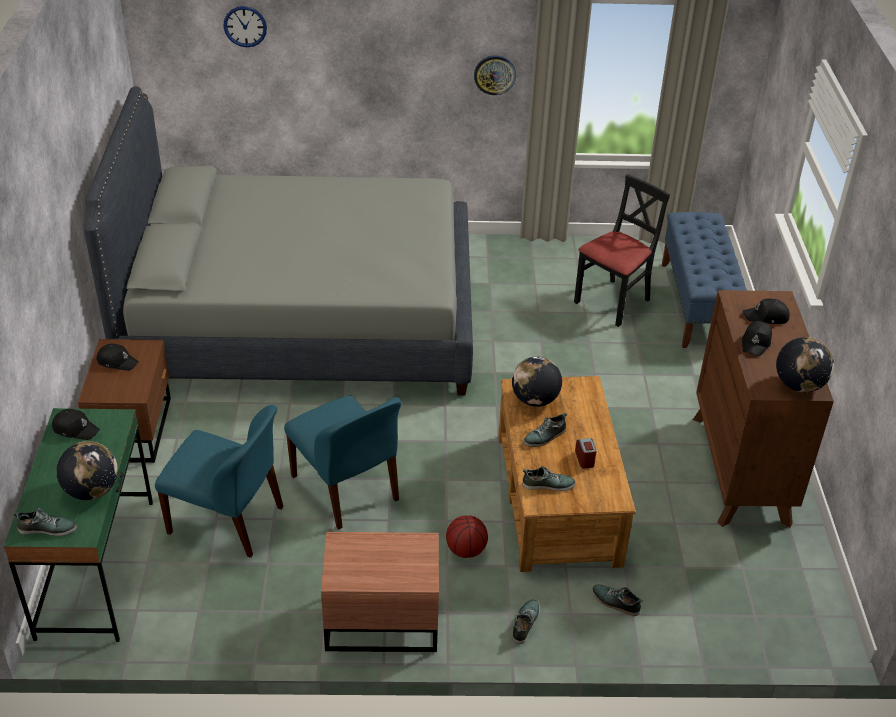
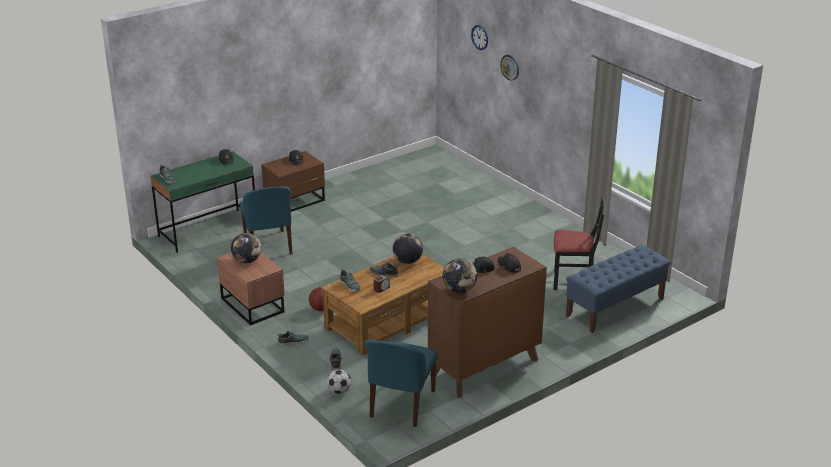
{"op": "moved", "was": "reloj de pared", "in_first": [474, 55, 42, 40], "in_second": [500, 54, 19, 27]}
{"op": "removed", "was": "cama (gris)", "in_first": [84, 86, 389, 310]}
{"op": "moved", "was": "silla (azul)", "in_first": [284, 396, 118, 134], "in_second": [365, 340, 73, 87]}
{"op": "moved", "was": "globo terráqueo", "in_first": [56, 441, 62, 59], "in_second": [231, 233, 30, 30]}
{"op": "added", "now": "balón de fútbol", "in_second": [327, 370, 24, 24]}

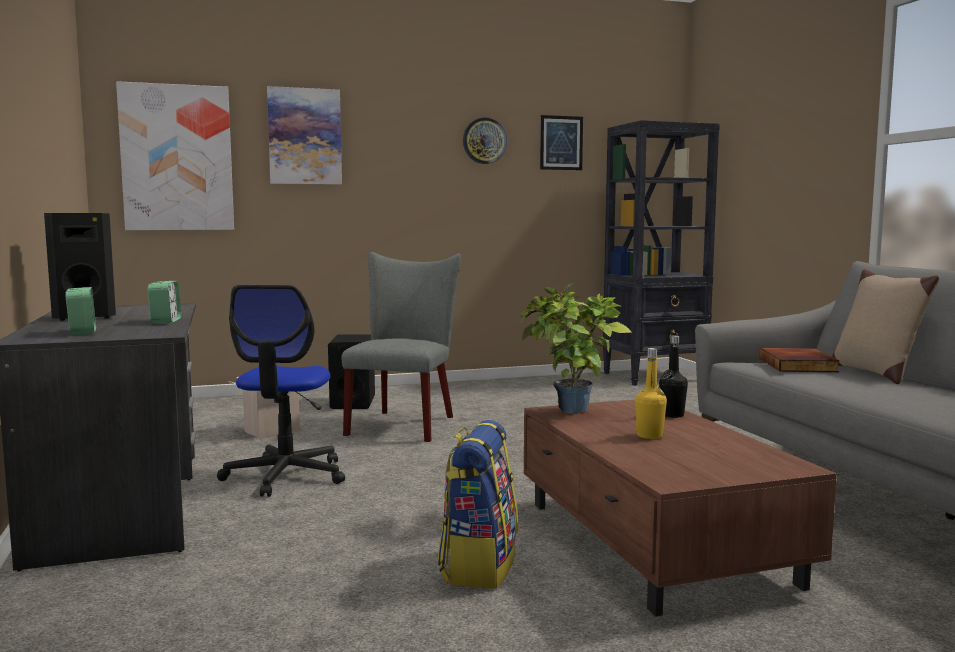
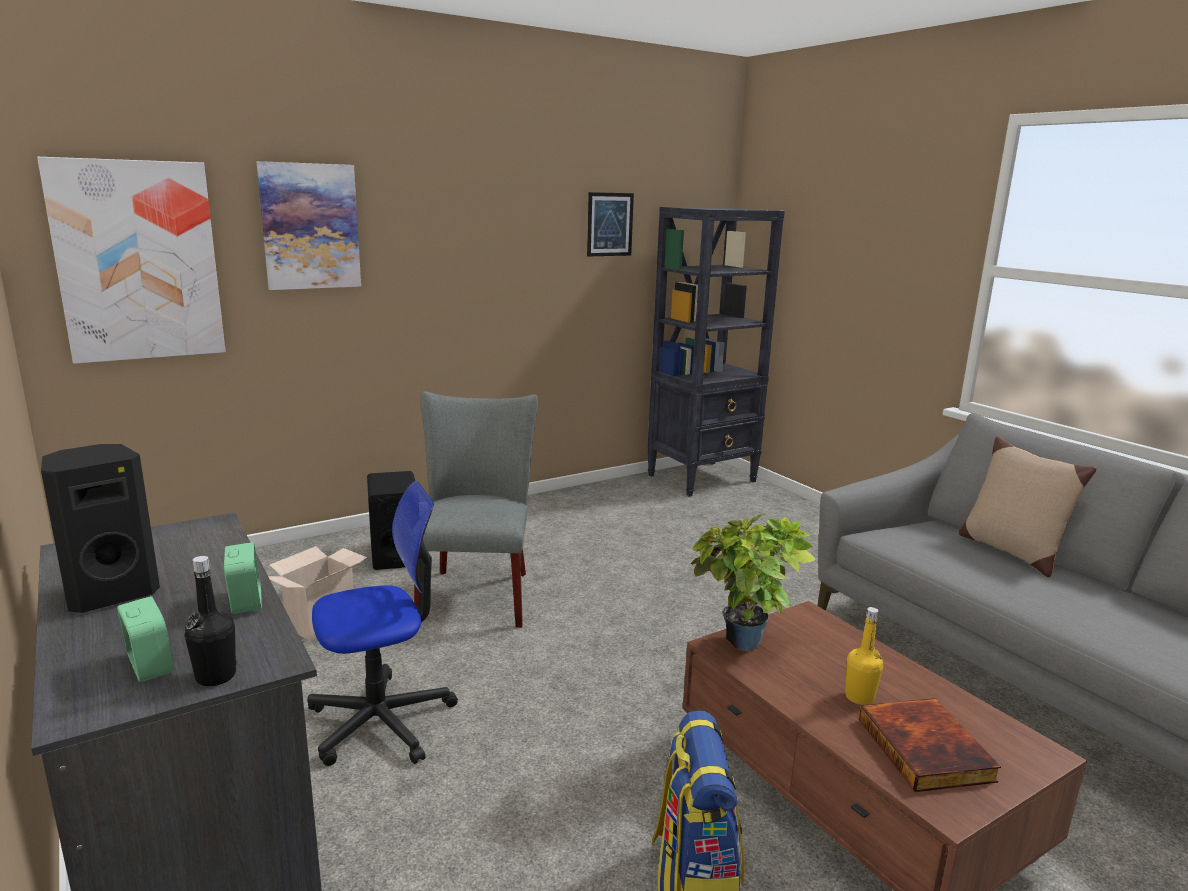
{"op": "removed", "was": "reloj de pared", "in_first": [463, 117, 44, 47]}
{"op": "turned", "was": "silla de oficina", "in_first": [217, 285, 128, 212], "in_second": [307, 481, 151, 285], "clockwise": -105}
{"op": "moved", "was": "botella (negro)", "in_first": [659, 335, 29, 83], "in_second": [184, 556, 52, 130]}
{"op": "moved", "was": "libro", "in_first": [760, 348, 80, 24], "in_second": [859, 698, 142, 94]}

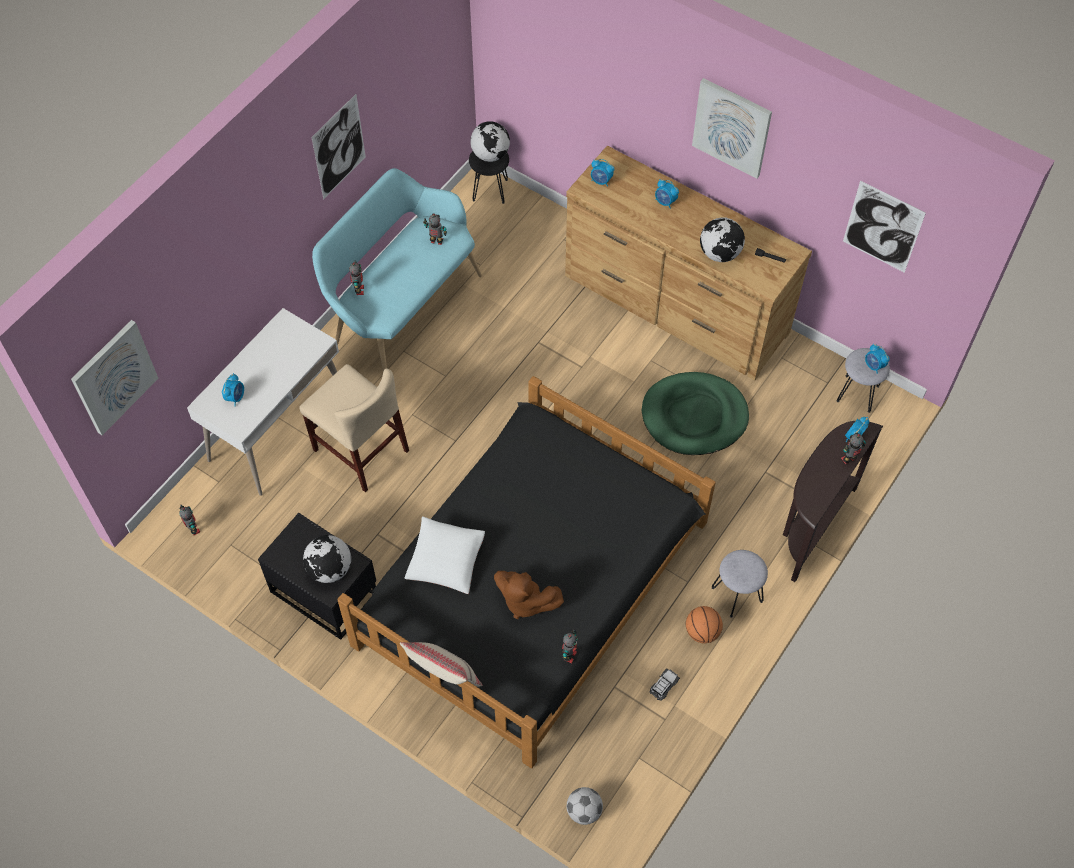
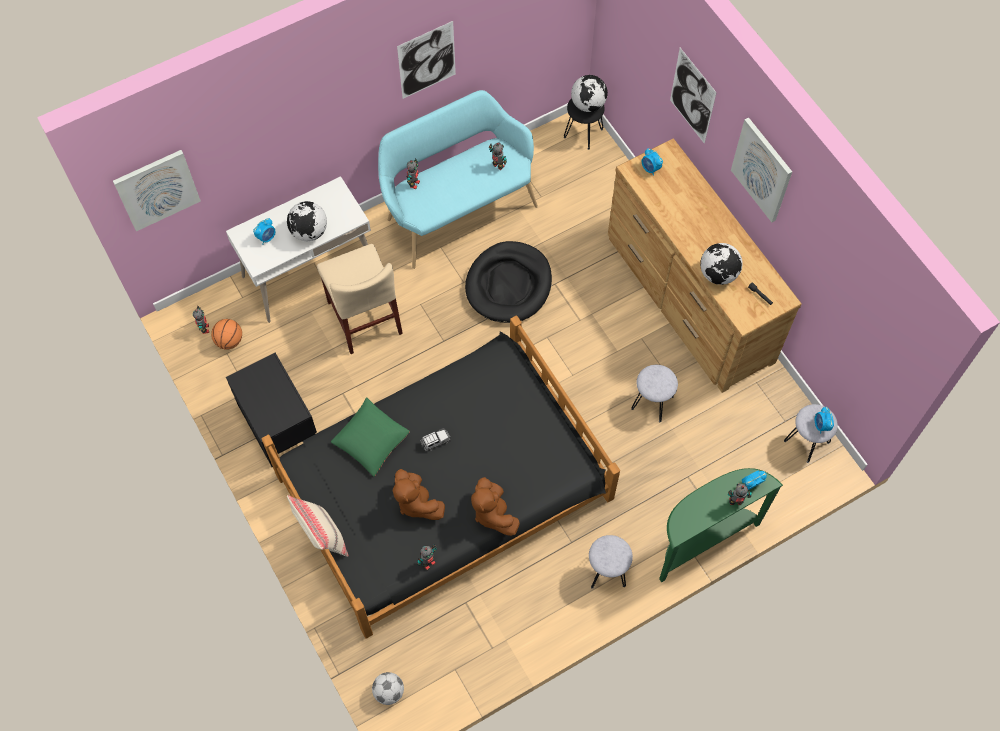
{"op": "removed", "was": "despertador", "in_first": [655, 179, 24, 30]}
{"op": "moved", "was": "cuadro", "in_first": [843, 180, 83, 93], "in_second": [670, 48, 47, 96]}
{"op": "replaced", "was": "cama para perro (verde)", "now": "taburete (gris)", "in_first": [642, 372, 107, 83], "in_second": [631, 365, 47, 57]}
{"op": "recoloured", "was": "mesa consola (marrón)", "now": "mesa consola (verde)", "in_first": [783, 421, 100, 161], "in_second": [659, 468, 124, 114]}
{"op": "recoloured", "was": "cojín (blanco)", "now": "cojín (verde)", "in_first": [404, 517, 81, 77], "in_second": [331, 397, 79, 80]}
{"op": "moved", "was": "globo terráqueo", "in_first": [303, 535, 48, 48], "in_second": [287, 201, 40, 40]}
{"op": "moved", "was": "balón de baloncesto", "in_first": [686, 606, 37, 38], "in_second": [211, 319, 31, 31]}
{"op": "moved", "was": "coche de juguete", "in_first": [649, 668, 31, 33], "in_second": [421, 428, 30, 23]}
{"op": "added", "now": "cama para perro (negro)", "in_second": [465, 241, 87, 82]}
{"op": "added", "now": "peluche (marrón)", "in_second": [471, 477, 49, 59]}

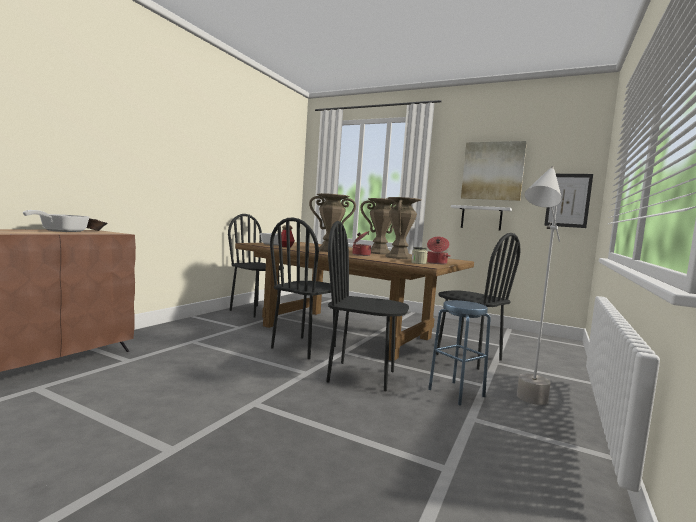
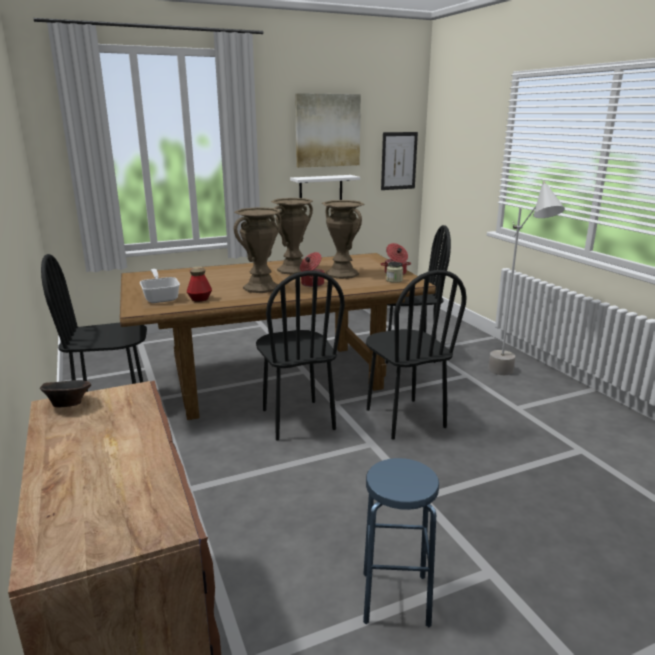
{"op": "removed", "was": "sartén", "in_first": [23, 210, 67, 22]}
{"op": "turned", "was": "silla (negro)", "in_first": [326, 221, 83, 170], "in_second": [366, 270, 101, 170], "clockwise": -75}
{"op": "moved", "was": "taburete (azul)", "in_first": [428, 300, 63, 105], "in_second": [363, 458, 76, 170]}

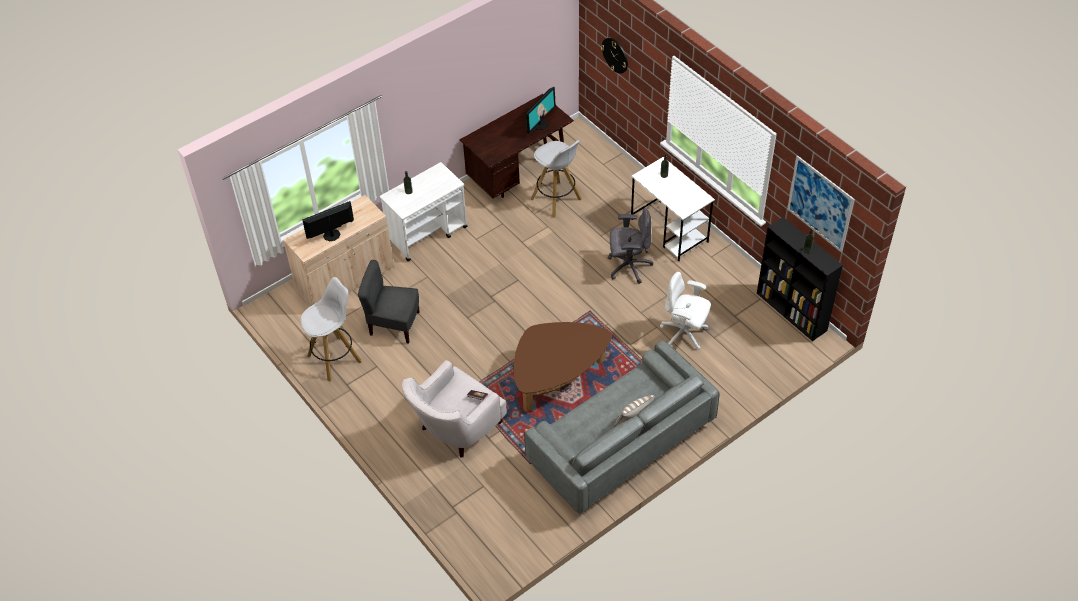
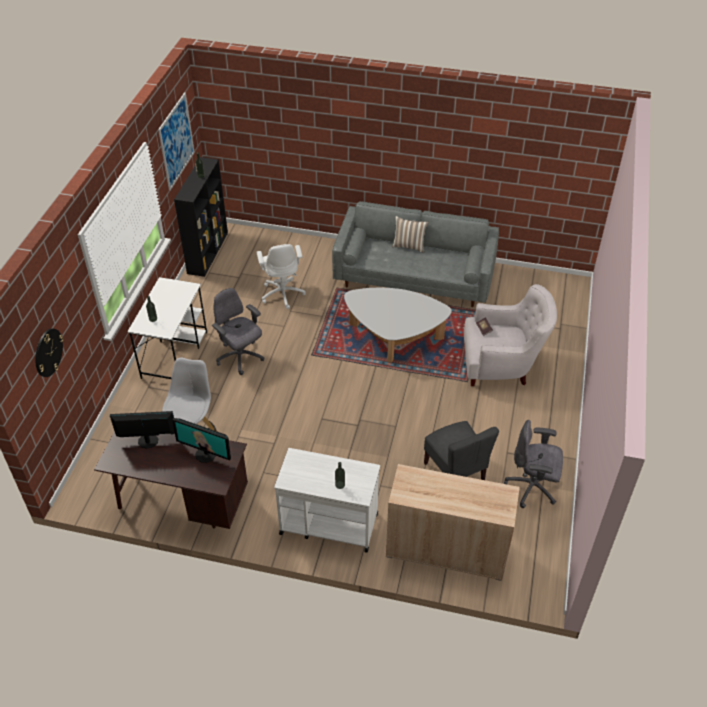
{"op": "moved", "was": "monitor", "in_first": [302, 201, 52, 40], "in_second": [172, 418, 59, 45]}
{"op": "replaced", "was": "taburete (blanco)", "now": "silla de oficina (gris)", "in_first": [301, 277, 61, 105], "in_second": [504, 420, 59, 88]}
{"op": "recoloured", "was": "mesa de centro (marrón)", "now": "mesa de centro (blanco)", "in_first": [513, 322, 99, 90], "in_second": [344, 288, 108, 75]}

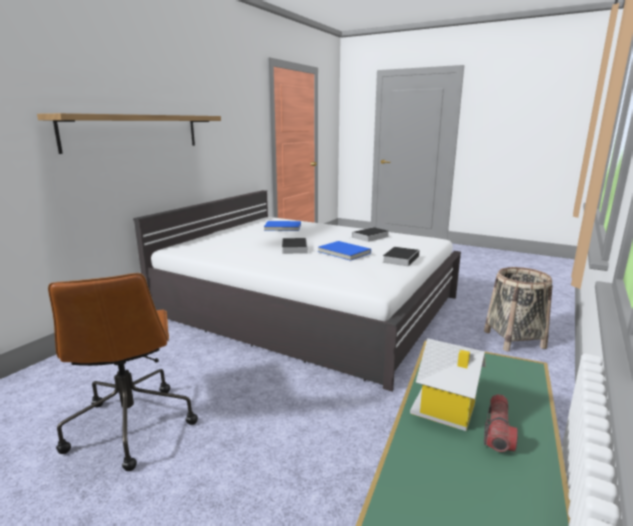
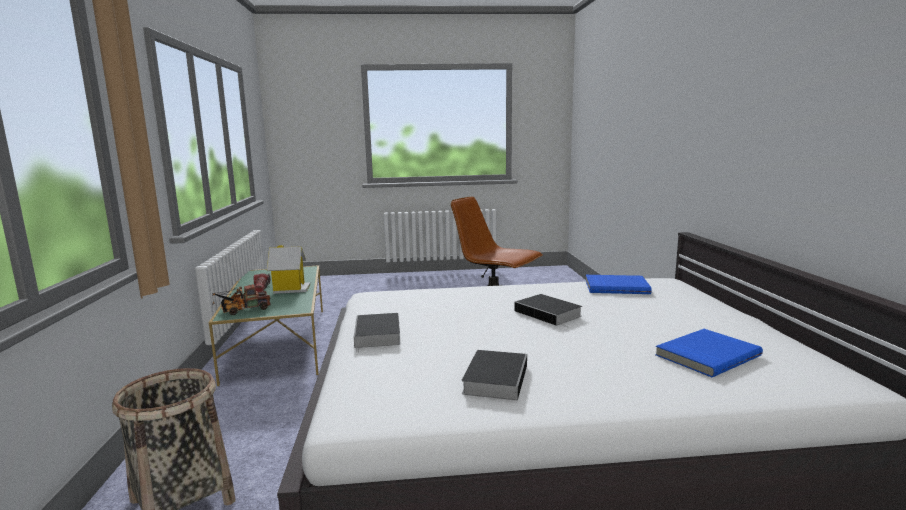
{"op": "removed", "was": "estante", "in_first": [37, 113, 184, 41]}
{"op": "moved", "was": "libro (azul)", "in_first": [318, 241, 53, 20], "in_second": [586, 275, 66, 19]}
{"op": "added", "now": "camión de juguete", "in_second": [212, 284, 59, 31]}

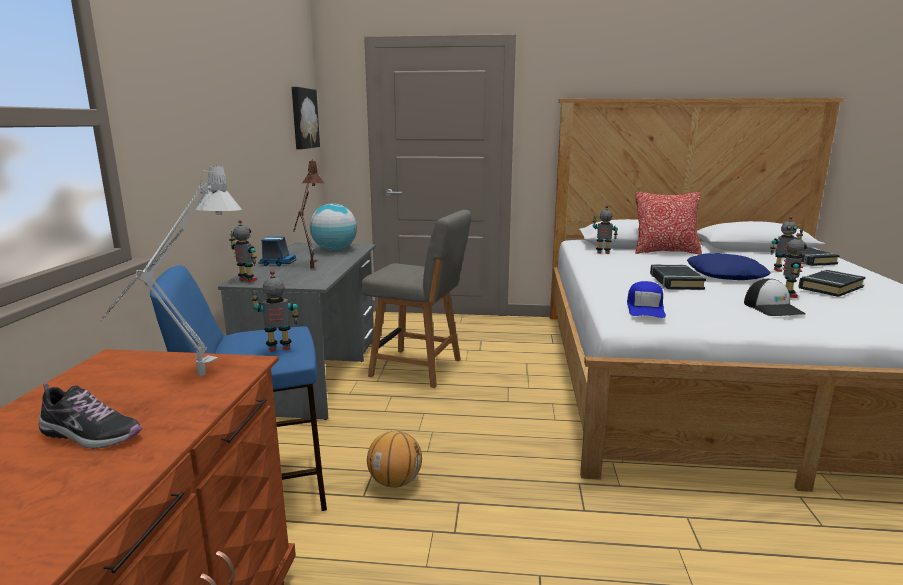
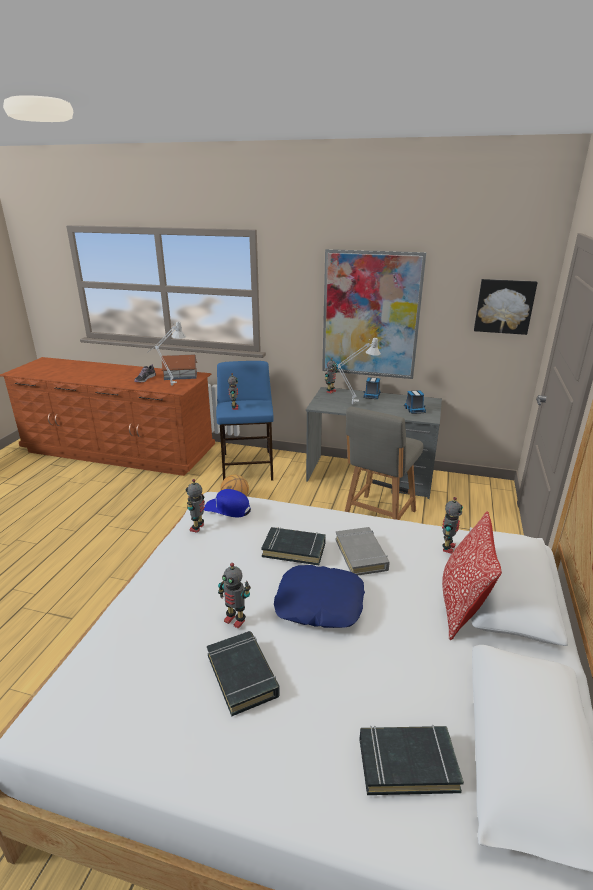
{"op": "recoloured", "was": "lámpara de mesa (marrón)", "now": "lámpara de mesa (gris)", "in_first": [293, 159, 31, 110], "in_second": [324, 337, 57, 67]}
{"op": "replaced", "was": "globo terráqueo", "now": "camión de juguete", "in_first": [309, 203, 48, 48], "in_second": [404, 390, 22, 24]}
{"op": "moved", "was": "robot de juguete", "in_first": [770, 216, 33, 56], "in_second": [186, 479, 19, 54]}
{"op": "removed", "was": "gorra", "in_first": [744, 278, 62, 38]}
{"op": "added", "now": "cuadro", "in_second": [322, 249, 104, 130]}
{"op": "added", "now": "casita", "in_second": [162, 354, 35, 26]}
{"op": "added", "now": "libro (gris)", "in_second": [335, 527, 55, 48]}

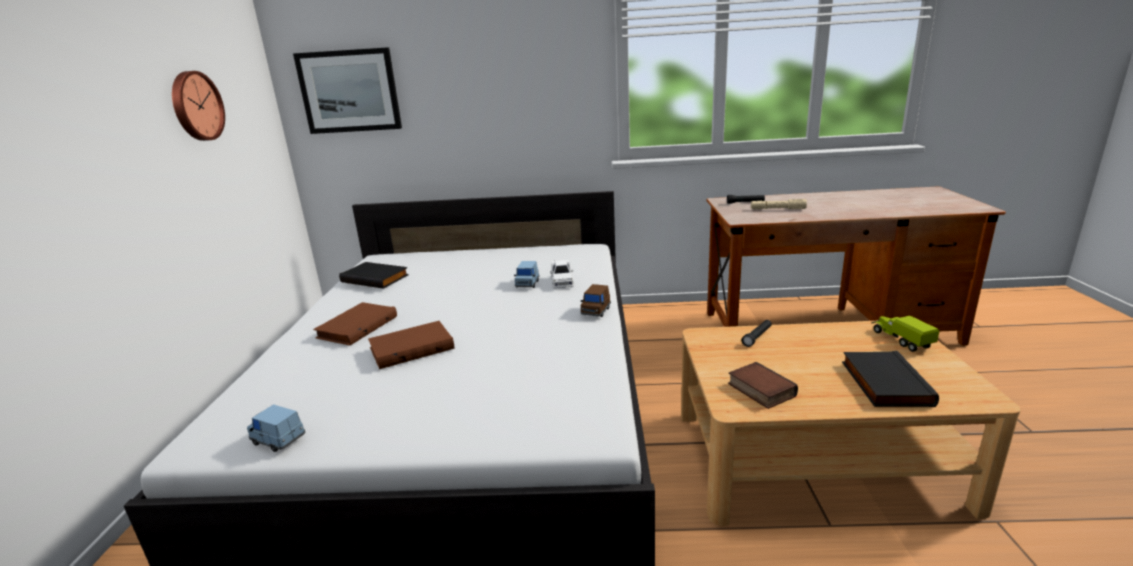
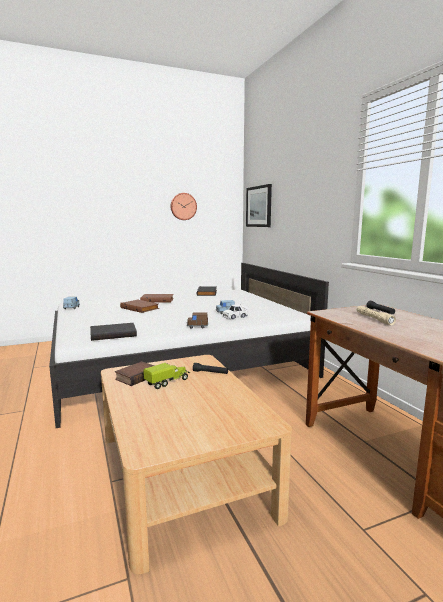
{"op": "moved", "was": "camión de juguete", "in_first": [871, 316, 68, 36], "in_second": [143, 363, 47, 26]}
{"op": "moved", "was": "libro (negro)", "in_first": [842, 351, 97, 56], "in_second": [90, 323, 47, 18]}

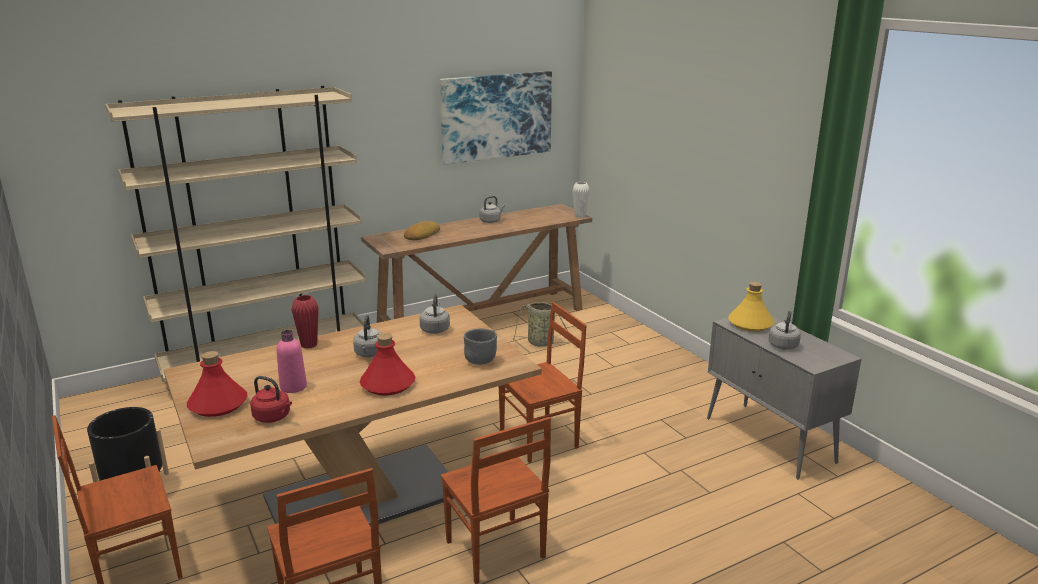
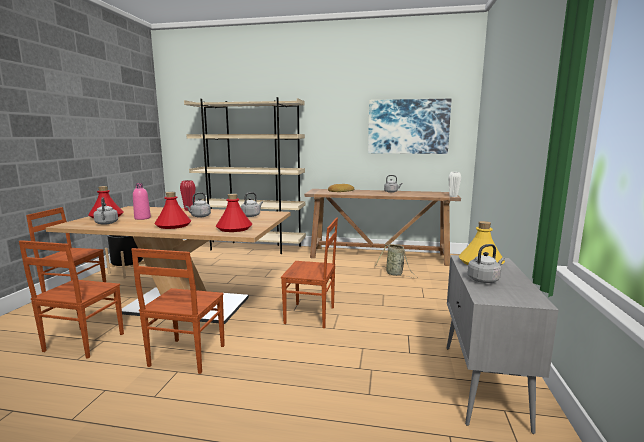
{"op": "replaced", "was": "cuenco (gris)", "now": "botella (rojo)", "in_first": [464, 328, 33, 37], "in_second": [216, 193, 36, 39]}
{"op": "recoloured", "was": "hervidor (rojo)", "now": "hervidor (gris)", "in_first": [250, 376, 42, 47], "in_second": [93, 197, 25, 28]}

